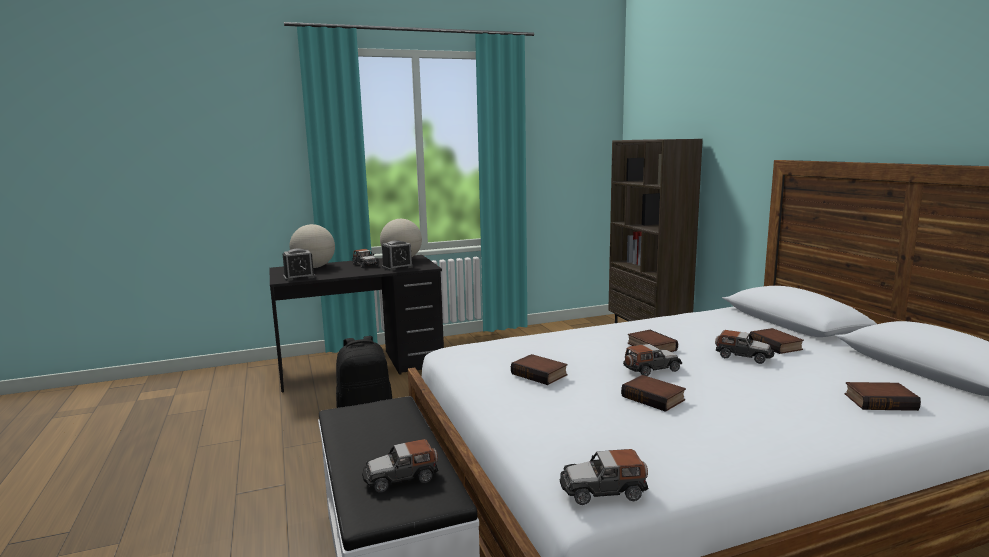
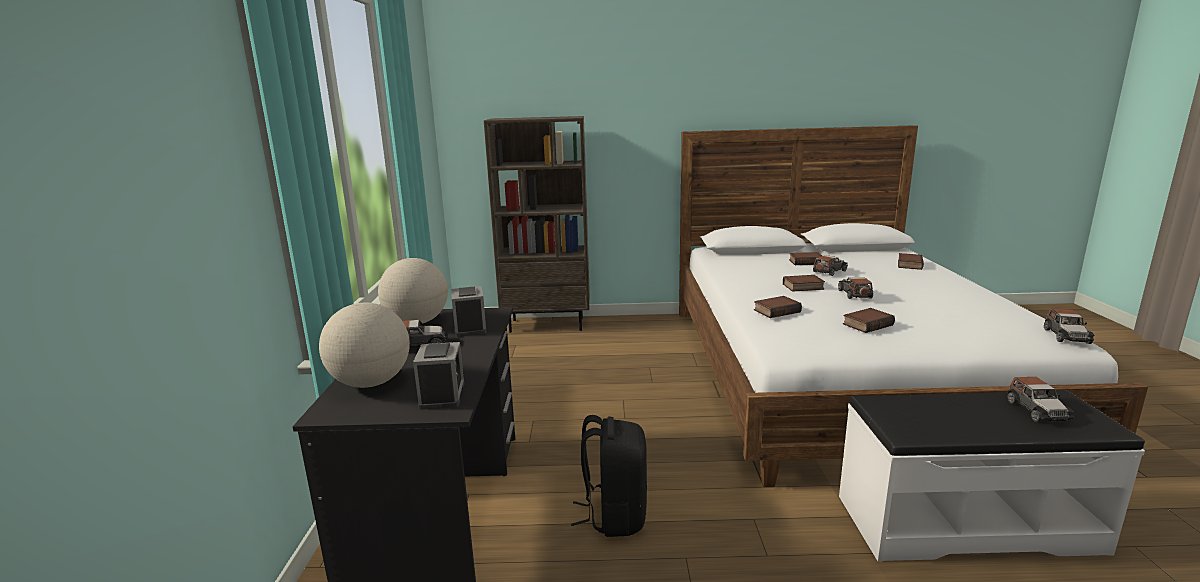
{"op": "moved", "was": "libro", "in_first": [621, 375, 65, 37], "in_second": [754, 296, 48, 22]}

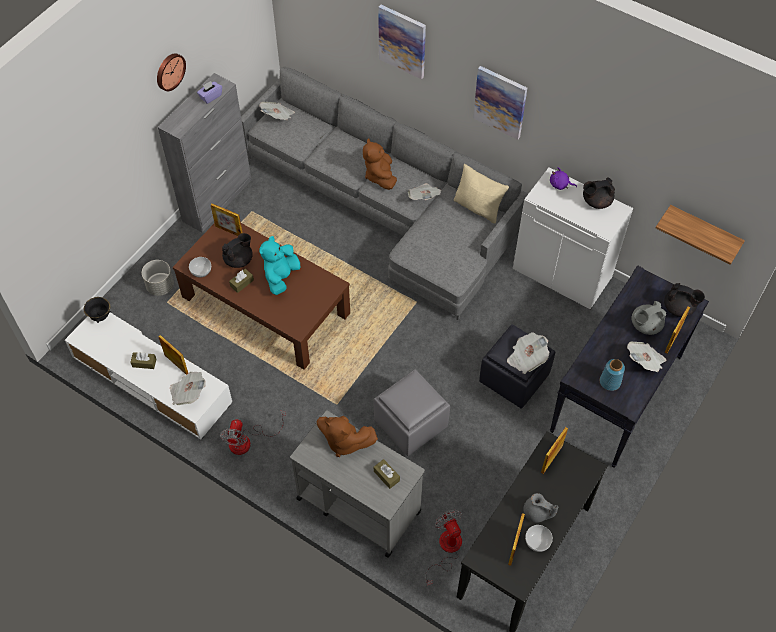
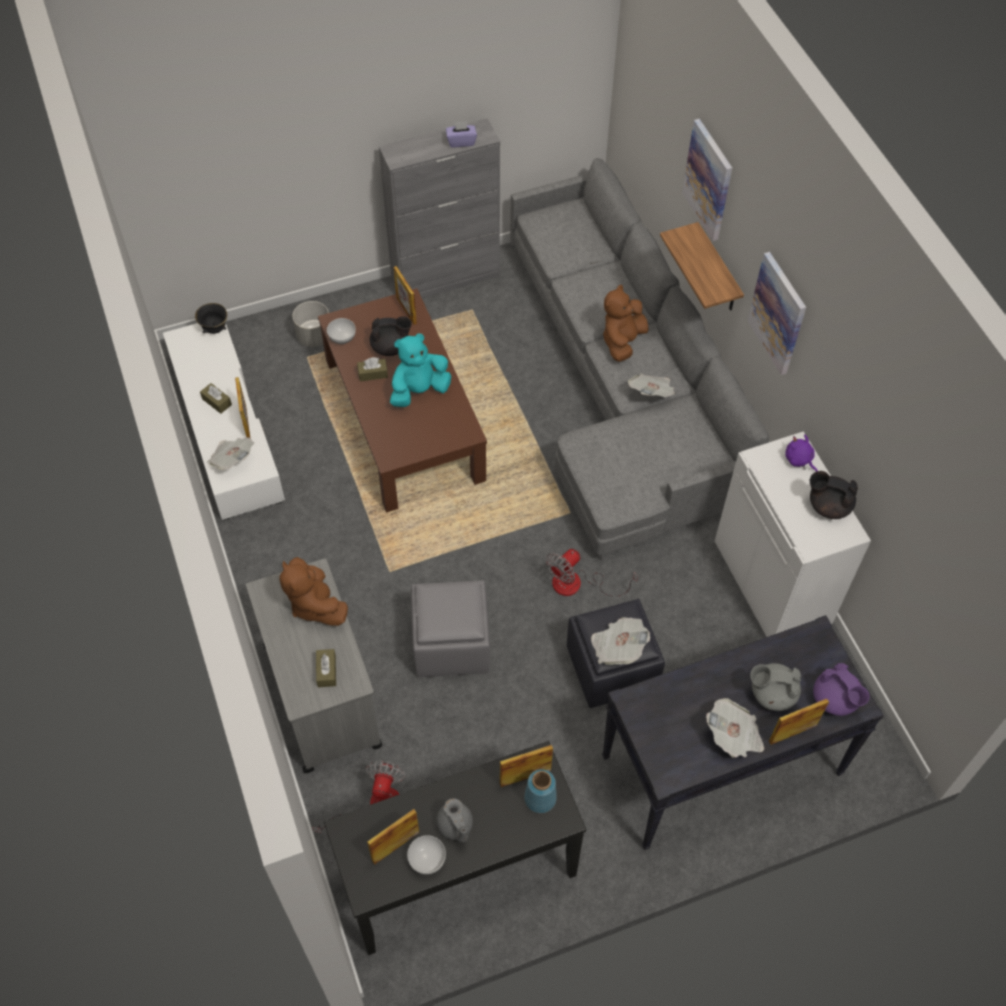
{"op": "removed", "was": "reloj de pared", "in_first": [157, 53, 29, 38]}
{"op": "removed", "was": "periódico", "in_first": [259, 102, 36, 18]}
{"op": "removed", "was": "cojín (beis)", "in_first": [454, 164, 55, 60]}
{"op": "moved", "was": "estante", "in_first": [656, 205, 89, 60], "in_second": [660, 222, 84, 89]}
{"op": "recoloured", "was": "tetera (negro)", "now": "tetera (morado)", "in_first": [664, 283, 41, 34], "in_second": [813, 663, 57, 53]}
{"op": "moved", "was": "florero (azul)", "in_first": [600, 359, 25, 32], "in_second": [524, 769, 33, 44]}
{"op": "moved", "was": "ventilador", "in_first": [220, 411, 66, 44], "in_second": [546, 549, 92, 48]}

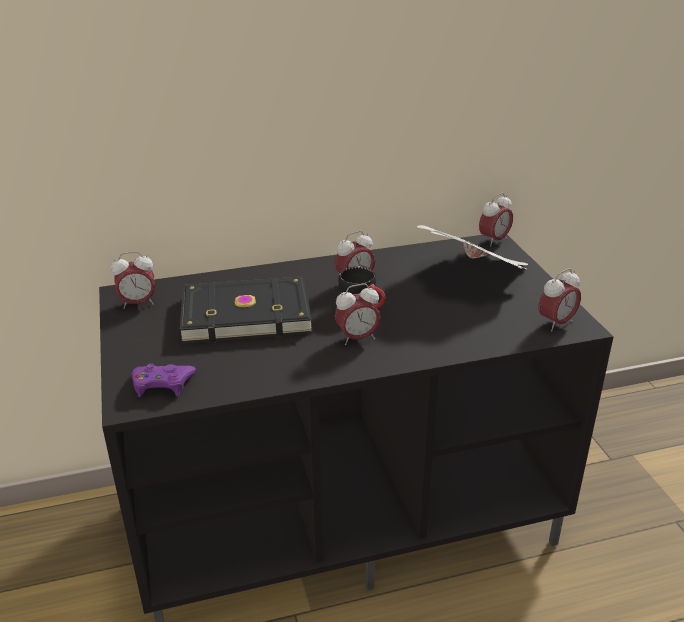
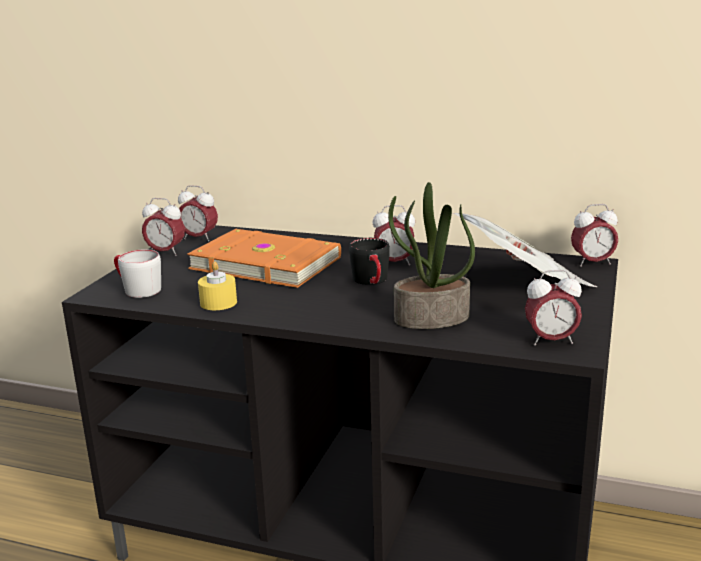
{"op": "recoloured", "was": "libro (negro)", "now": "libro (naranja)", "in_first": [180, 276, 132, 68], "in_second": [187, 229, 154, 59]}
{"op": "moved", "was": "despertador", "in_first": [335, 283, 46, 62], "in_second": [142, 198, 43, 58]}
{"op": "replaced", "was": "mando de consola (morado)", "now": "taza grande (gris)", "in_first": [132, 363, 64, 34], "in_second": [114, 249, 47, 49]}
{"op": "added", "now": "planta en maceta", "in_second": [388, 182, 87, 147]}
{"op": "added", "now": "vela (amarillo)", "in_second": [198, 261, 39, 49]}

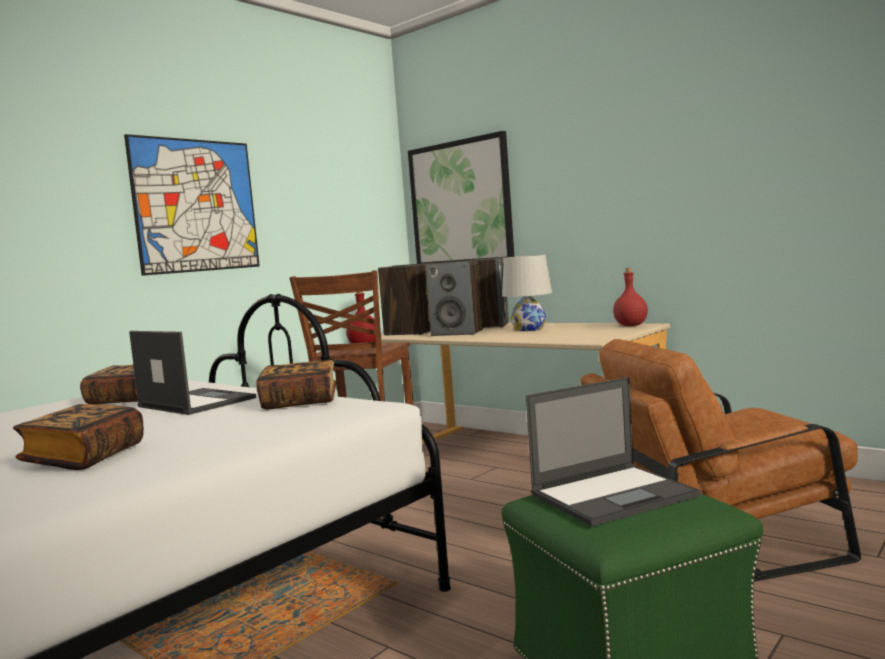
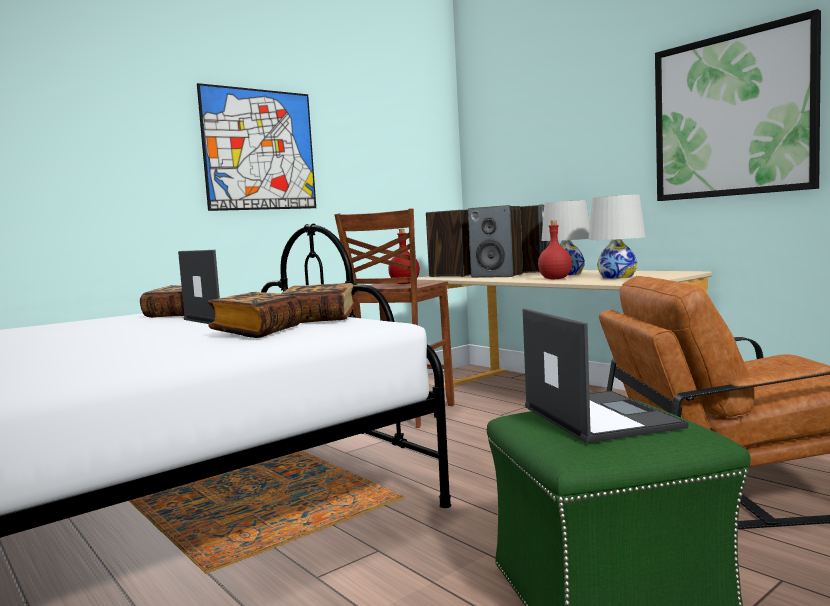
{"op": "moved", "was": "cuadro", "in_first": [408, 131, 106, 133], "in_second": [655, 9, 166, 192]}
{"op": "moved", "was": "botella (rojo)", "in_first": [613, 268, 35, 58], "in_second": [538, 220, 34, 59]}
{"op": "turned", "was": "portátil", "in_first": [526, 377, 175, 150], "in_second": [523, 308, 165, 135], "clockwise": -90}
{"op": "moved", "was": "libro", "in_first": [13, 404, 131, 66], "in_second": [208, 292, 94, 46]}
{"op": "added", "now": "lámpara de mesa (blanco)", "in_second": [588, 195, 57, 84]}

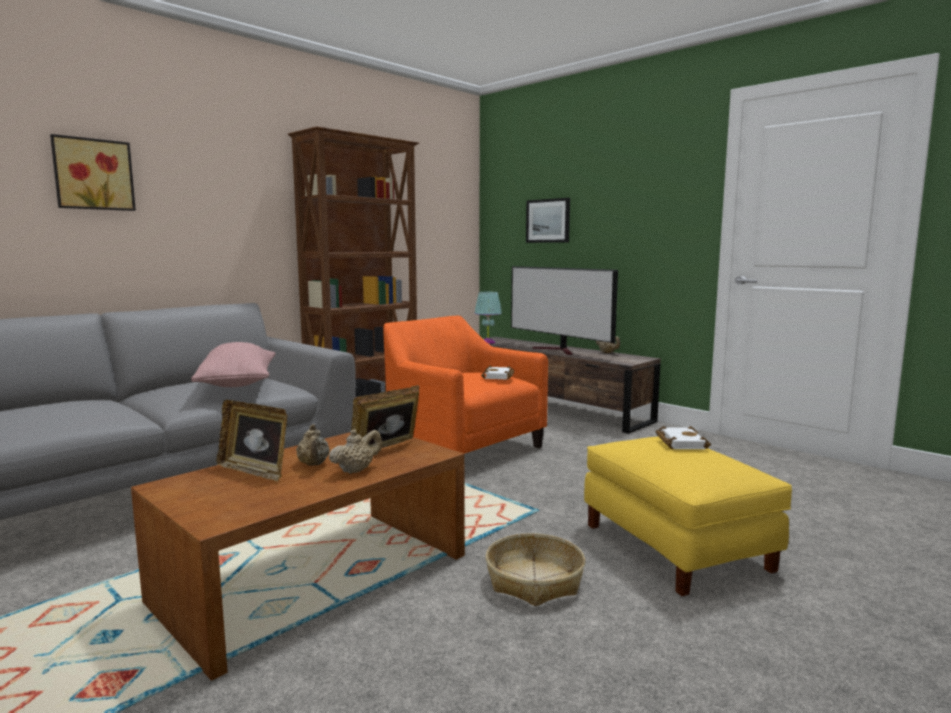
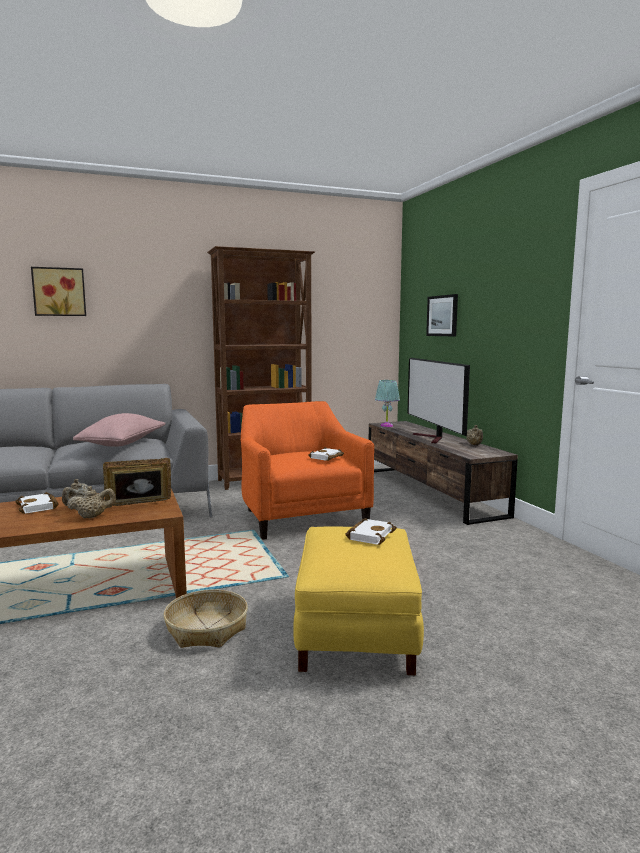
{"op": "replaced", "was": "portarretratos", "now": "libro (blanco)", "in_first": [217, 400, 70, 81], "in_second": [15, 492, 43, 22]}

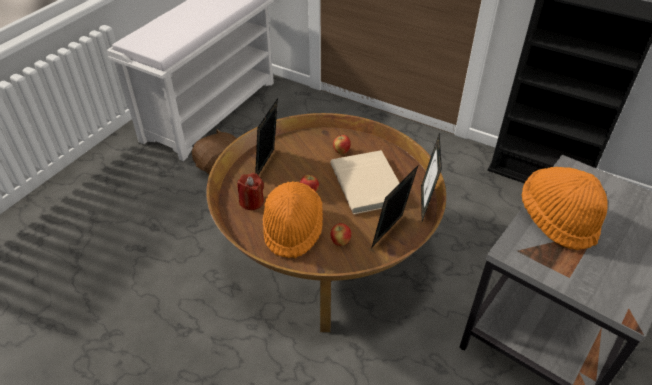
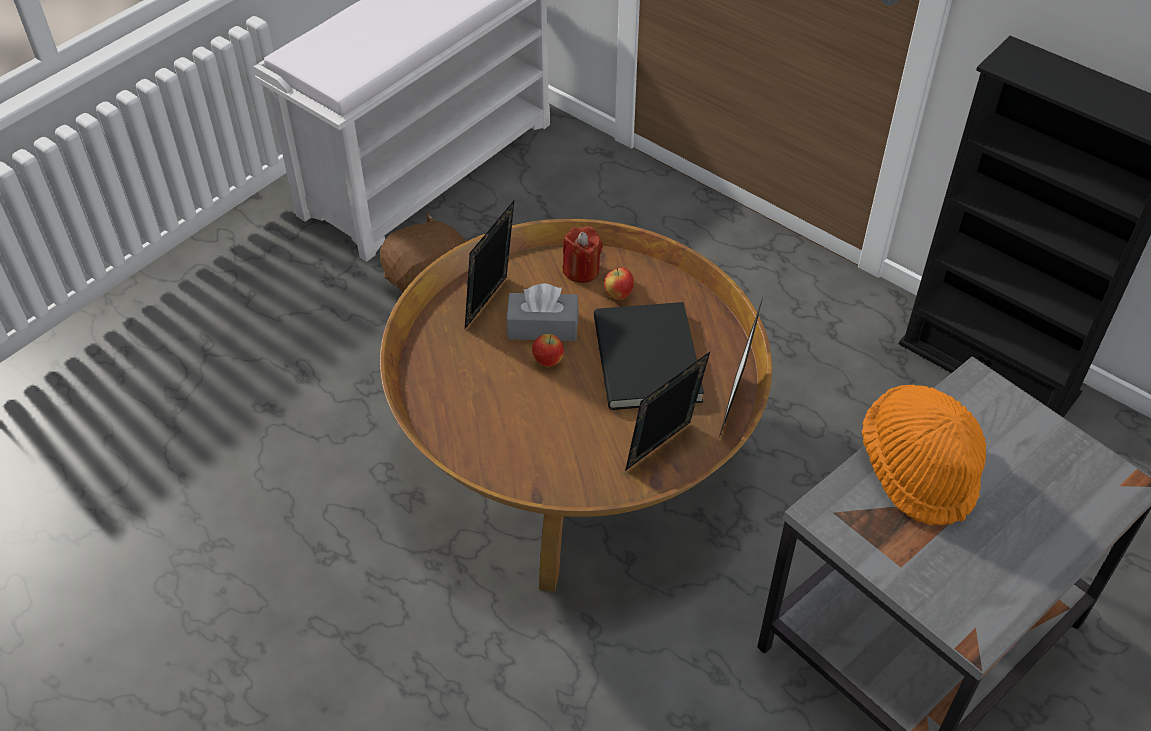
{"op": "recoloured", "was": "libro (beis)", "now": "libro (negro)", "in_first": [331, 150, 76, 64], "in_second": [594, 302, 110, 108]}
{"op": "moved", "was": "vela (rojo)", "in_first": [238, 173, 26, 37], "in_second": [563, 226, 40, 57]}
{"op": "removed", "was": "sombrero (naranja)", "in_first": [263, 181, 60, 77]}
{"op": "removed", "was": "manzana", "in_first": [331, 223, 20, 23]}
{"op": "added", "now": "caja de pañuelos (gris)", "in_second": [506, 283, 73, 58]}

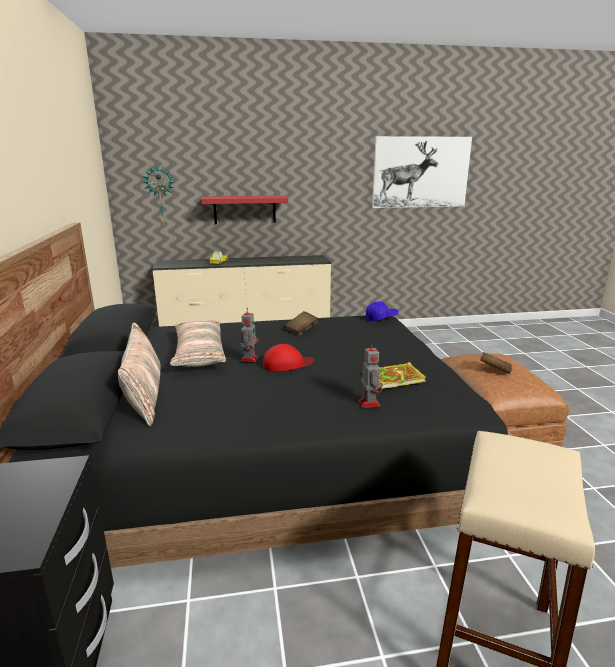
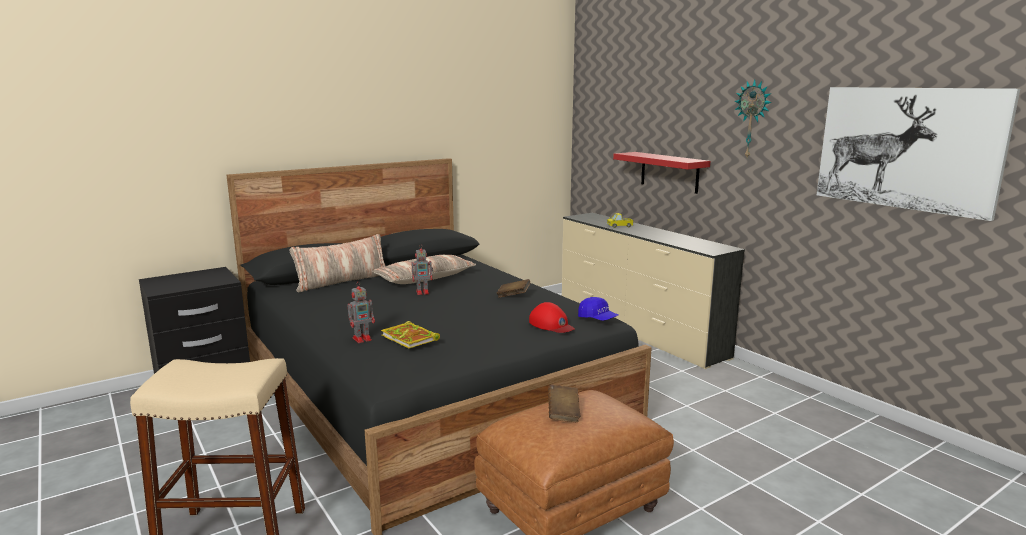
{"op": "moved", "was": "reloj de pared", "in_first": [143, 165, 31, 60], "in_second": [734, 79, 38, 78]}
{"op": "moved", "was": "gorra (rojo)", "in_first": [263, 344, 51, 27], "in_second": [529, 302, 46, 31]}

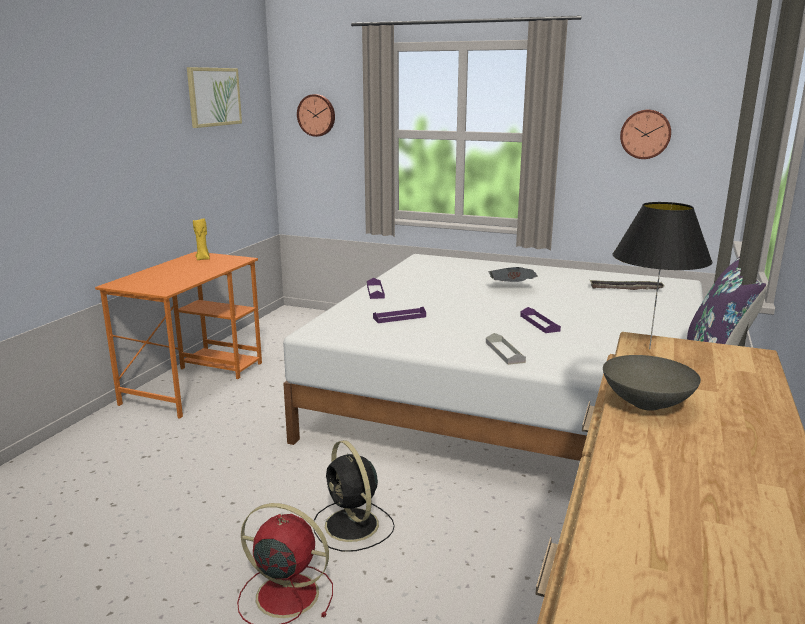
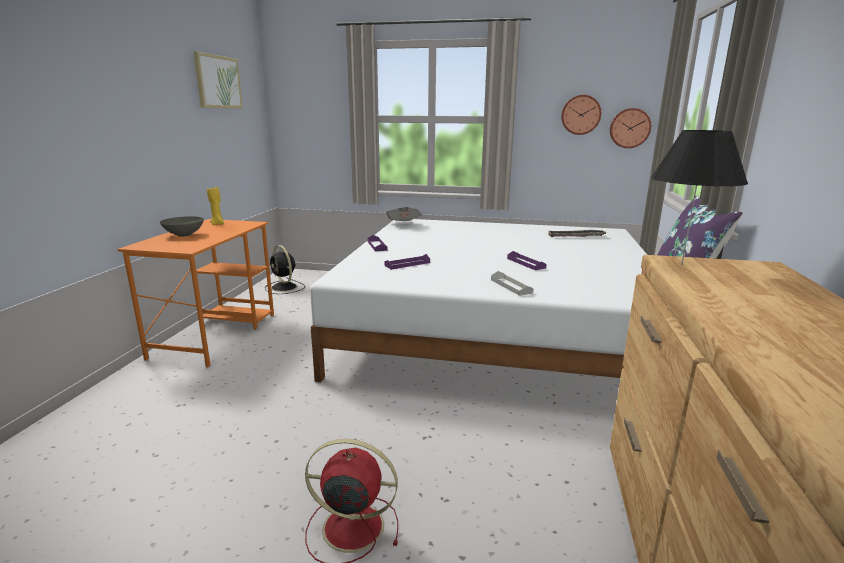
{"op": "moved", "was": "reloj de pared", "in_first": [297, 94, 38, 43], "in_second": [610, 108, 41, 40]}
{"op": "moved", "was": "periódico", "in_first": [489, 267, 48, 15], "in_second": [386, 207, 36, 14]}
{"op": "moved", "was": "cuenco (gris)", "in_first": [603, 355, 98, 56], "in_second": [160, 216, 44, 21]}
{"op": "moved", "was": "ventilador (negro)", "in_first": [314, 440, 81, 112], "in_second": [265, 245, 40, 49]}

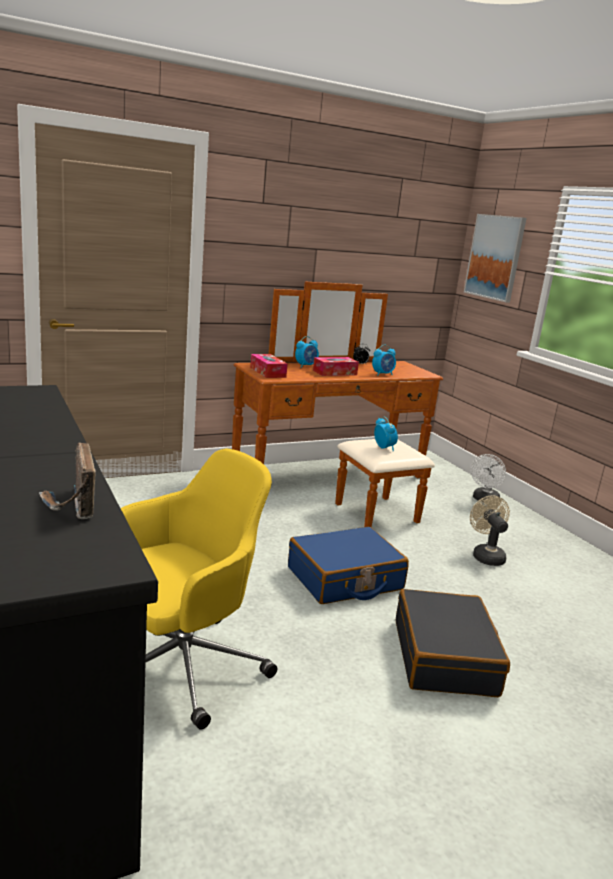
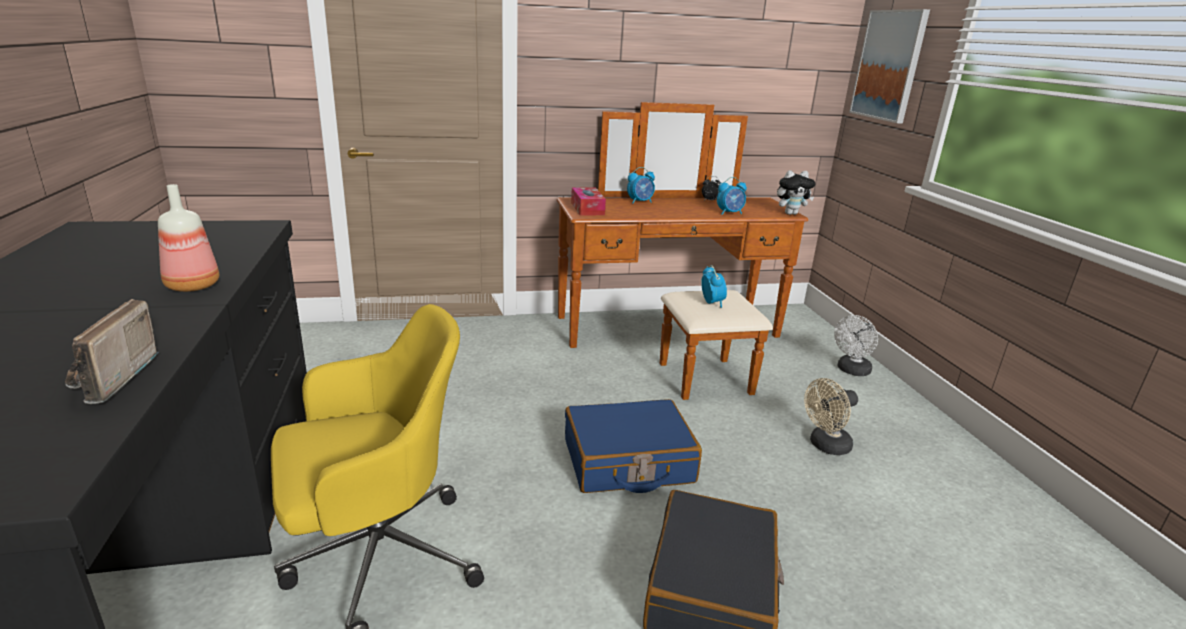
{"op": "removed", "was": "caja de pañuelos", "in_first": [313, 357, 46, 19]}
{"op": "turned", "was": "ventilador (beis)", "in_first": [470, 495, 40, 71], "in_second": [804, 378, 54, 77], "clockwise": -120}
{"op": "added", "now": "peluche", "in_second": [777, 170, 38, 45]}
{"op": "added", "now": "botella", "in_second": [158, 184, 61, 108]}

